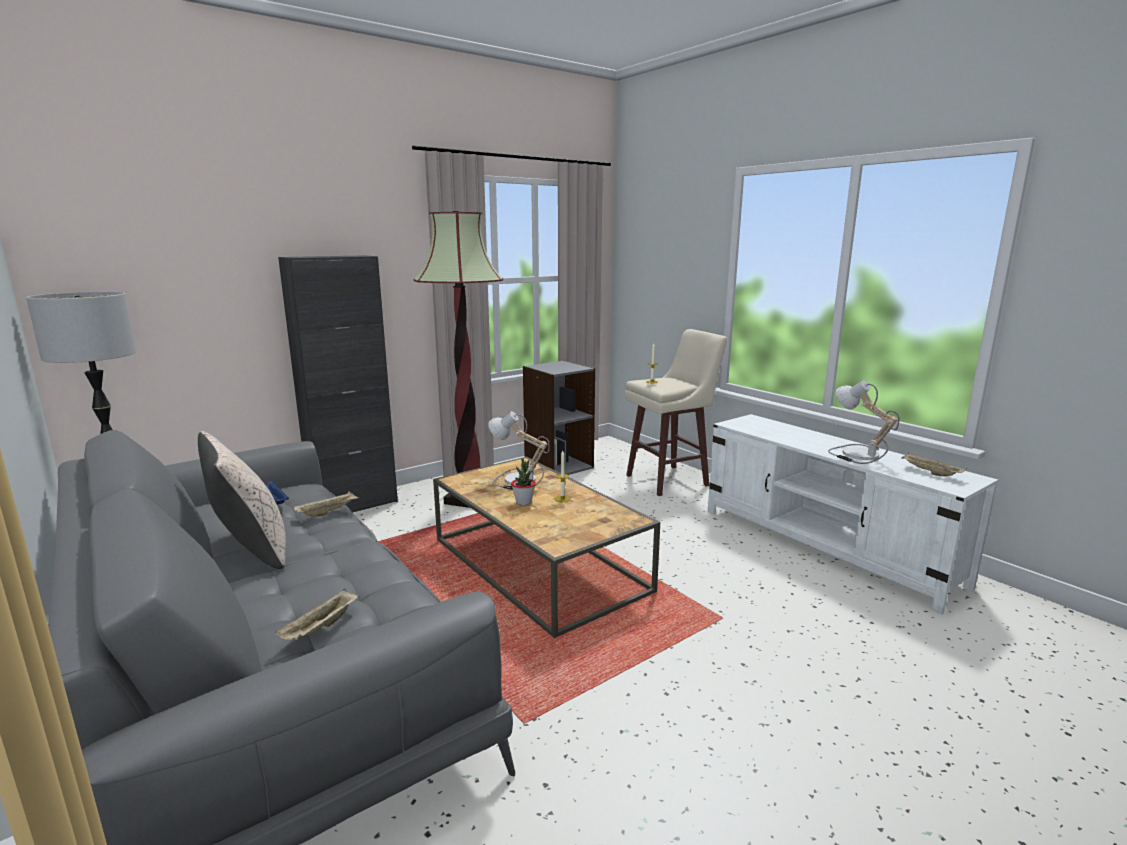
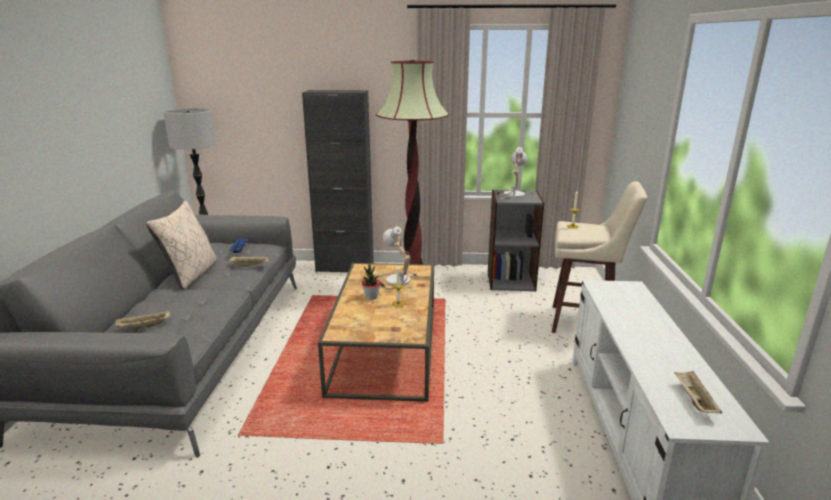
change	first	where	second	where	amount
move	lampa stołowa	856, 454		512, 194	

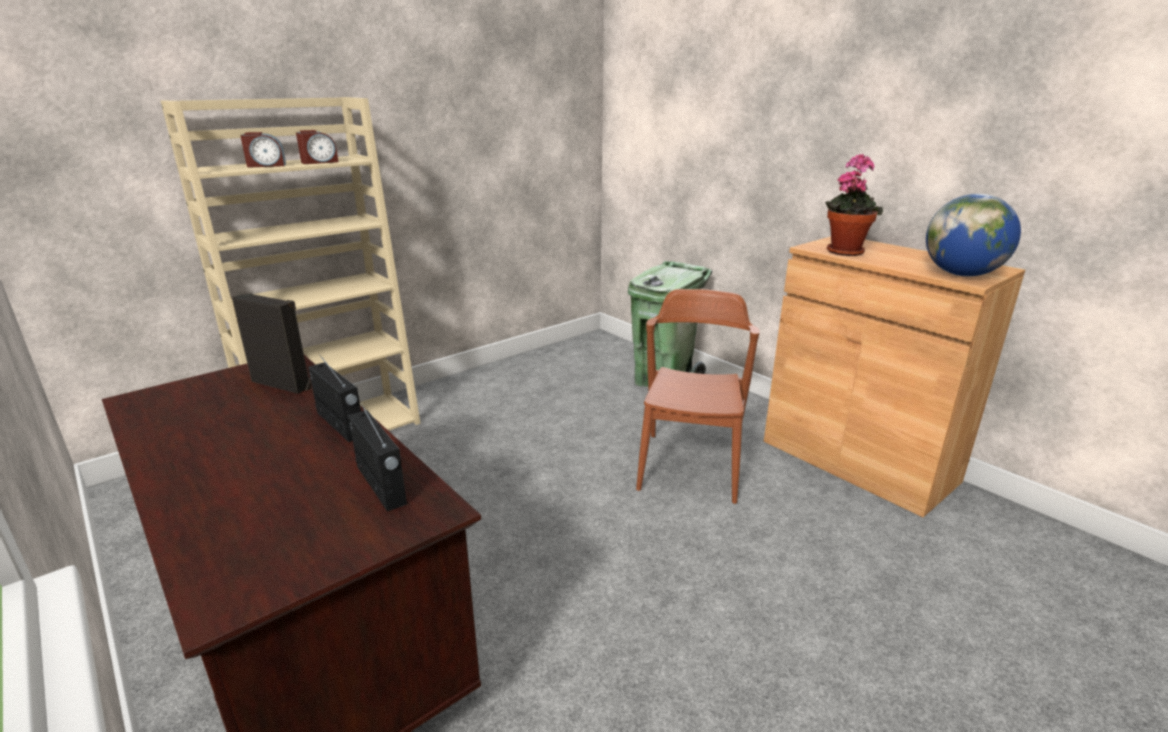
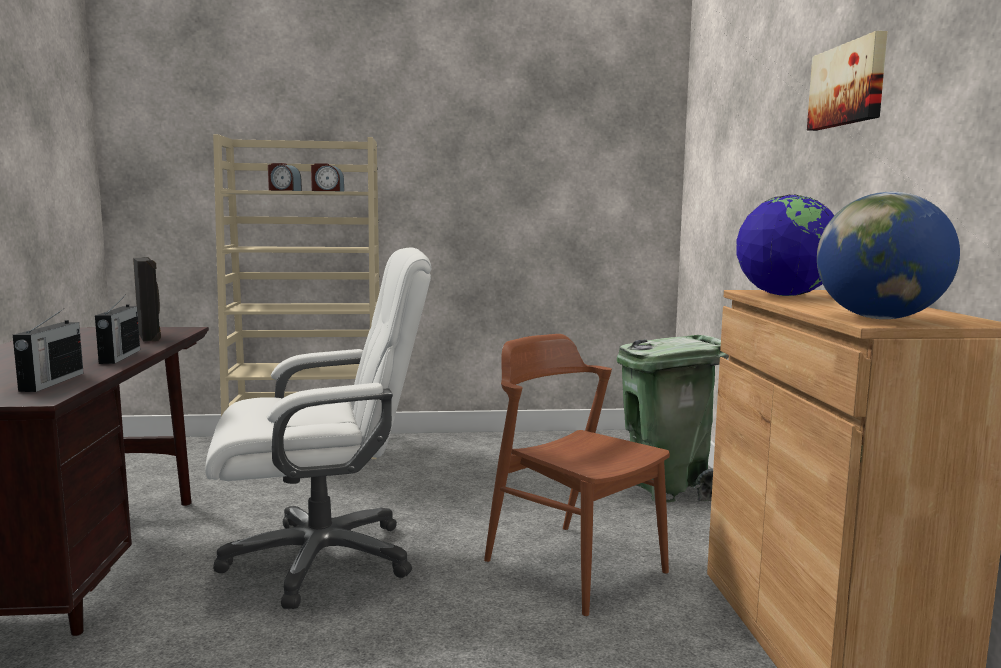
change	first	where	second	where	amount
insert			krzesło biurowe [biały]	323, 558	
insert			obraz	849, 85	
replace	roślina doniczkowa	844, 251	globus	785, 296	
rotate	krzesło [brązowy]	690, 466		574, 566	90 degrees counterclockwise

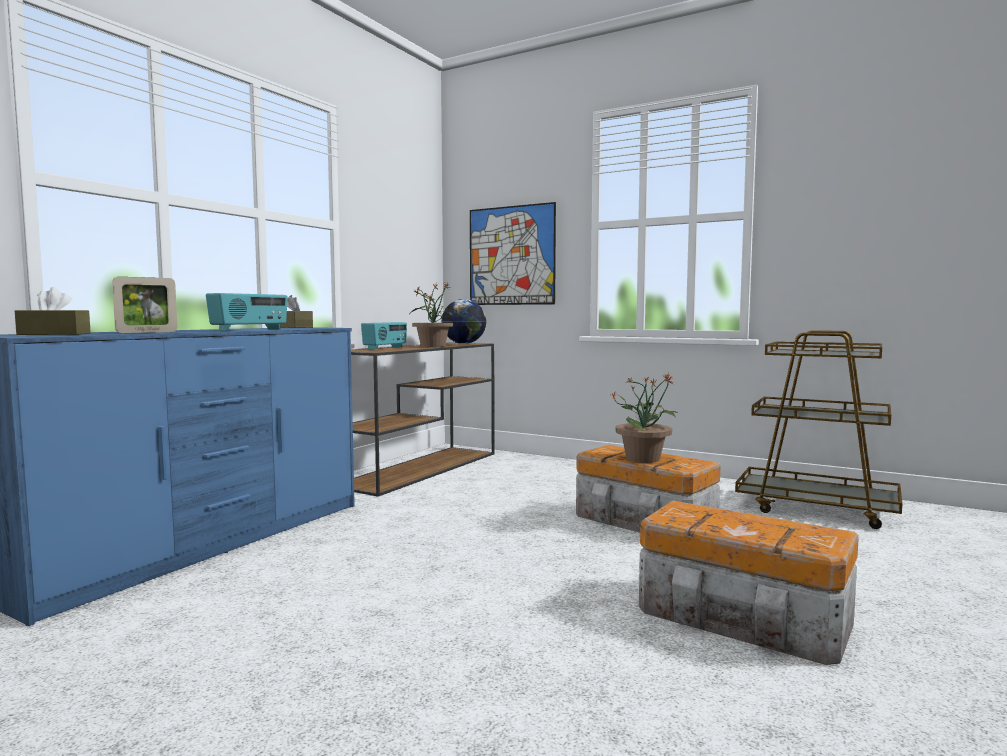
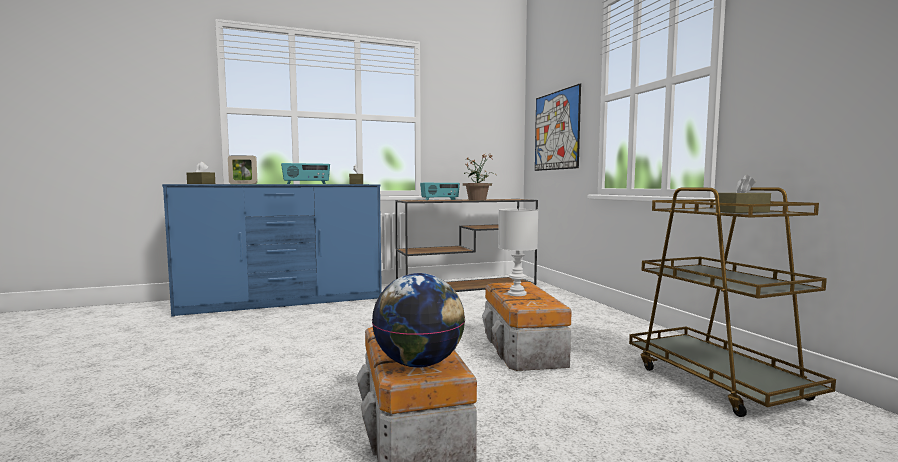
change	first	where	second	where	amount
insert			pudełko chusteczek [brązowy]	742, 212	
move	globus	464, 343		419, 364	
replace	roślina doniczkowa	644, 459	lampa stołowa [biały]	516, 294	

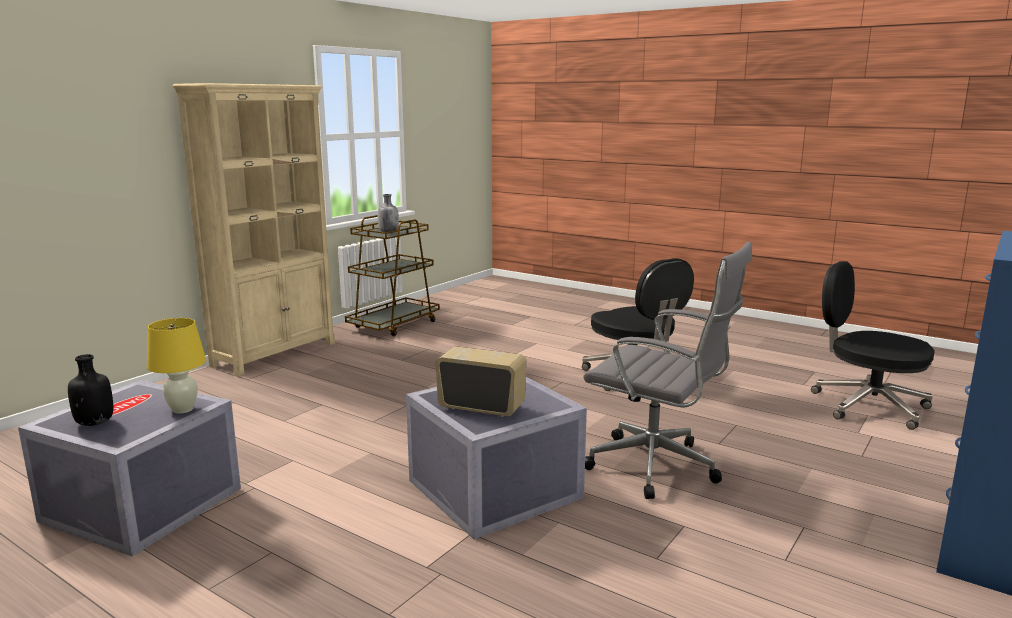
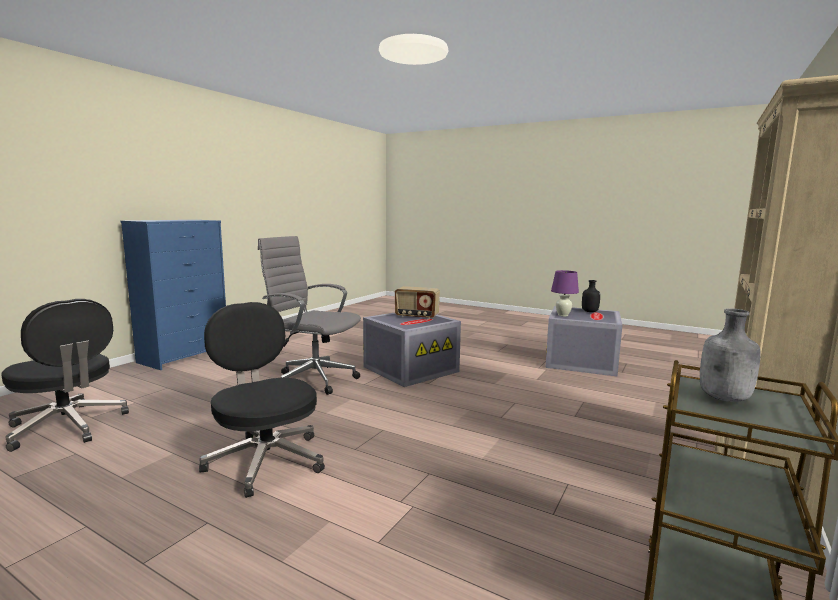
change	first	where	second	where	amount
recolor	lampa stołowa [żółty]	182, 409	lampa stołowa [fioletowy]	563, 315	

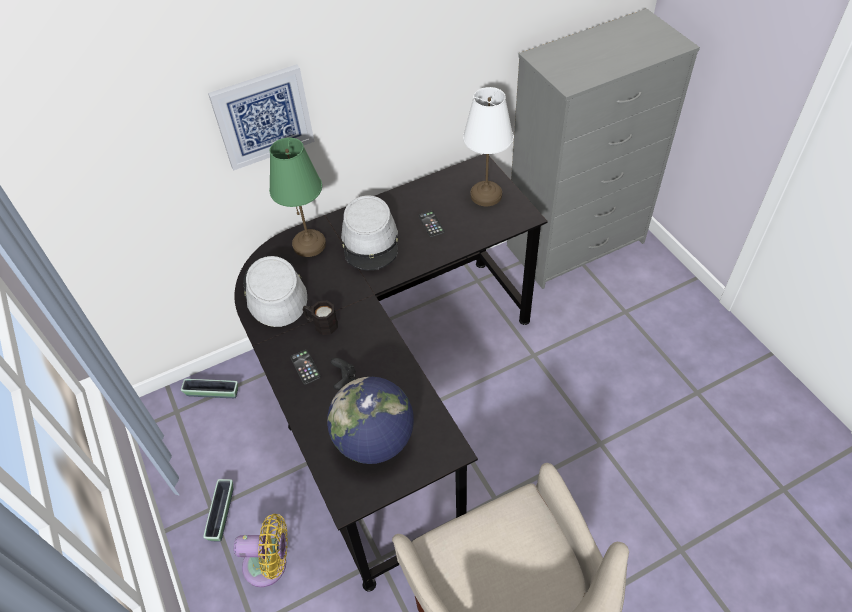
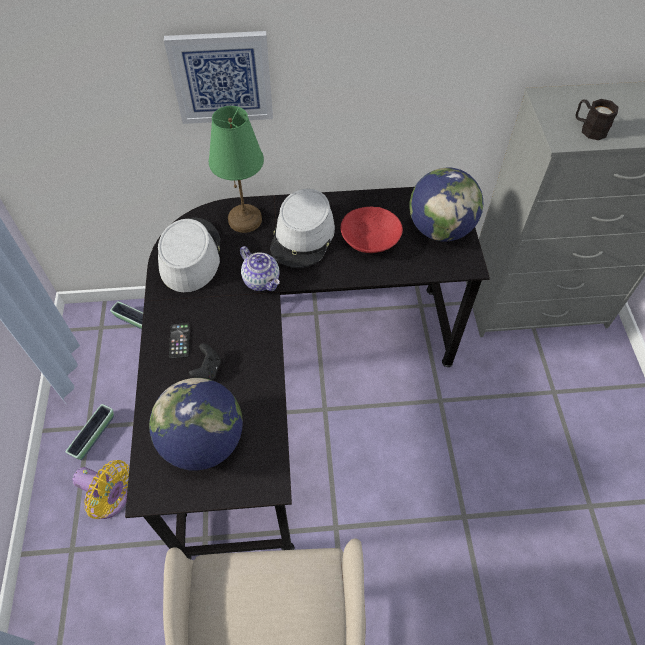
change	first	where	second	where	amount
insert			imbryk	262, 280	
move	kubek [czarny]	321, 324		589, 129	
replace	telefon	431, 224	miska [czerwony]	370, 240	
replace	lampa stołowa [biały]	486, 195	globus	440, 229	

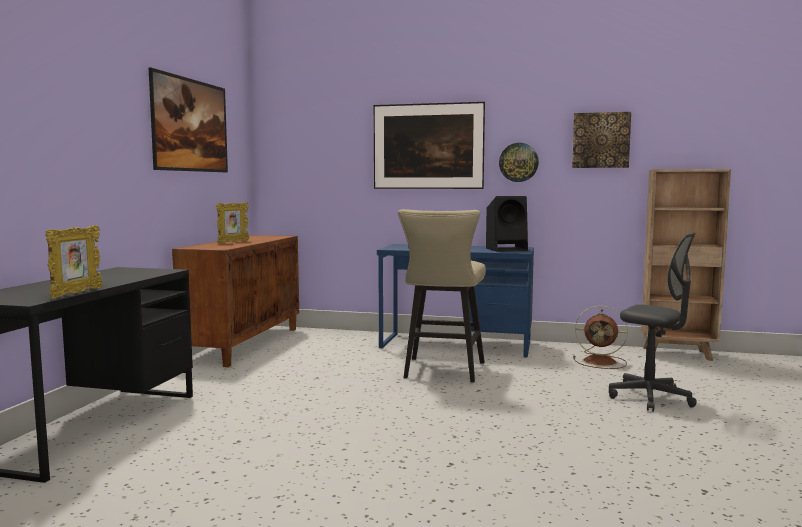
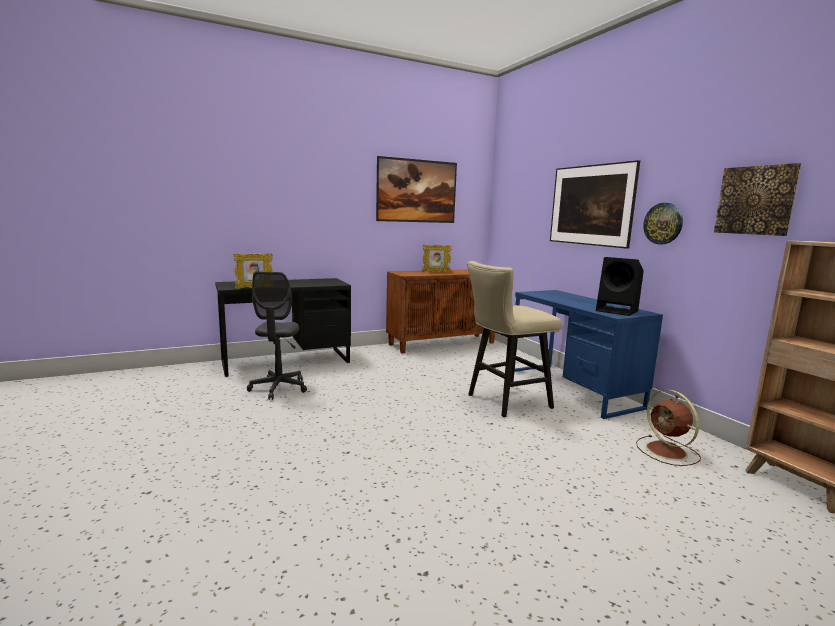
change	first	where	second	where	amount
move	krzesło biurowe [szary]	650, 398		278, 388	

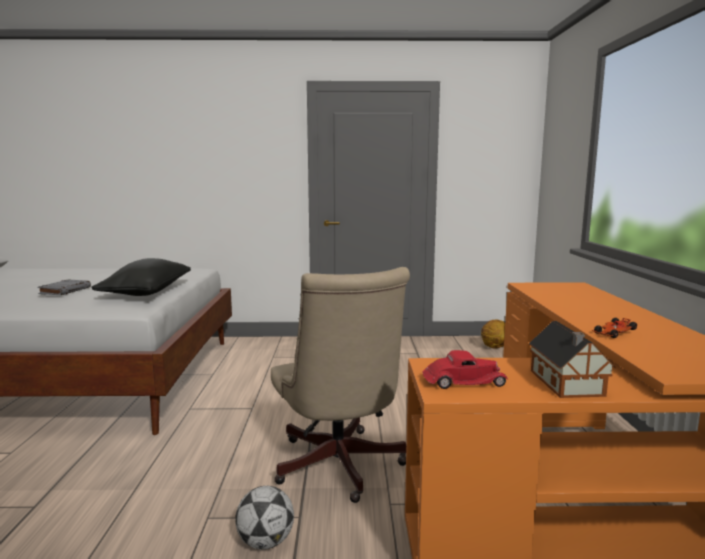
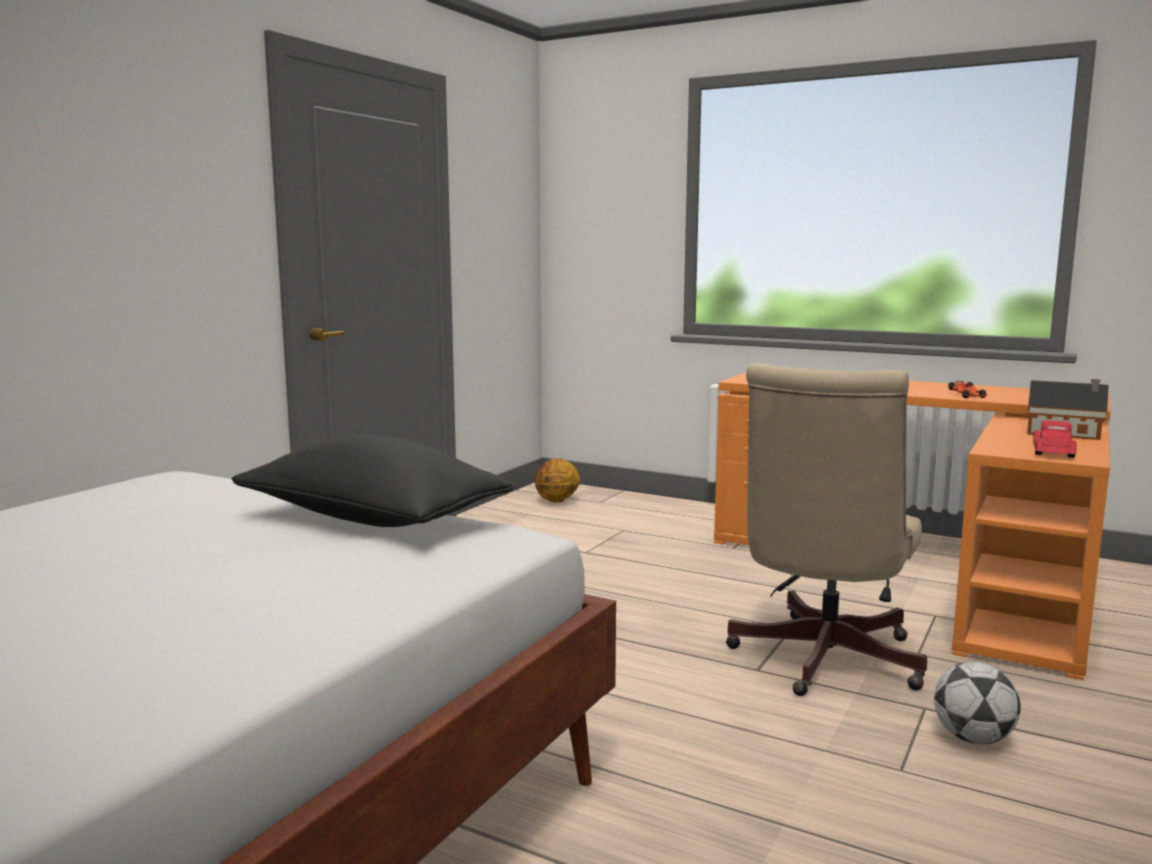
change	first	where	second	where	amount
delete	książka [szary]	65, 290			
rotate	krzesło biurowe [beżowy]	339, 468		821, 662	105 degrees clockwise

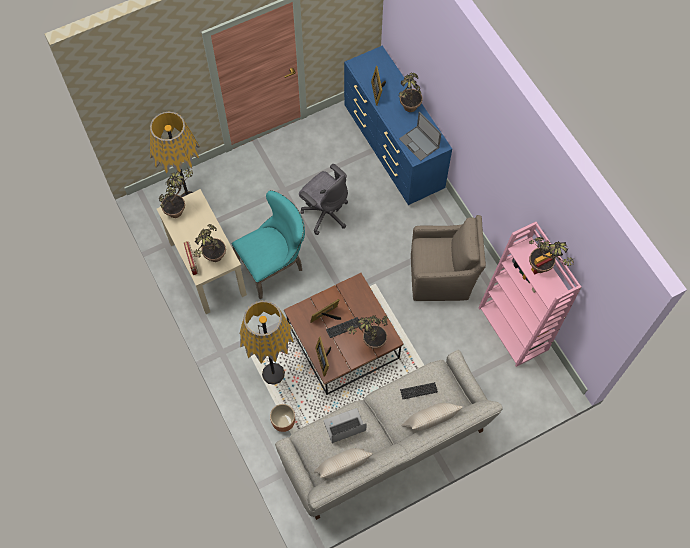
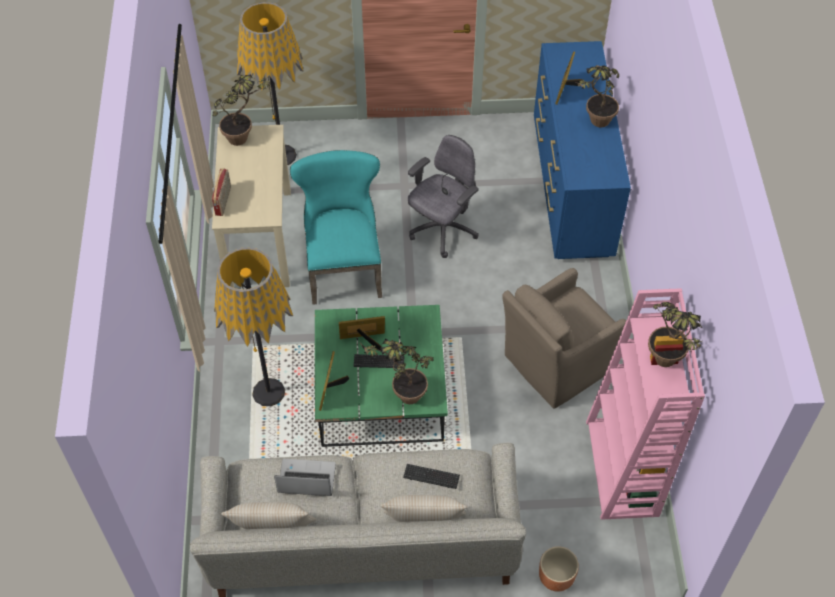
change	first	where	second	where	amount
delete	roślina doniczkowa	213, 260			
delete	laptop	419, 143			
move	donica [brązowy]	283, 422		555, 577	
recolor	ława [brązowy]	342, 342	ława [zielony]	379, 390	
rotate	krzesło [turkusowy]	274, 265		343, 266	90 degrees counterclockwise
rotate	krzesło biurowe [szary]	325, 213		442, 230	120 degrees counterclockwise
rotate	fotel [brązowy]	442, 277		556, 364	120 degrees clockwise

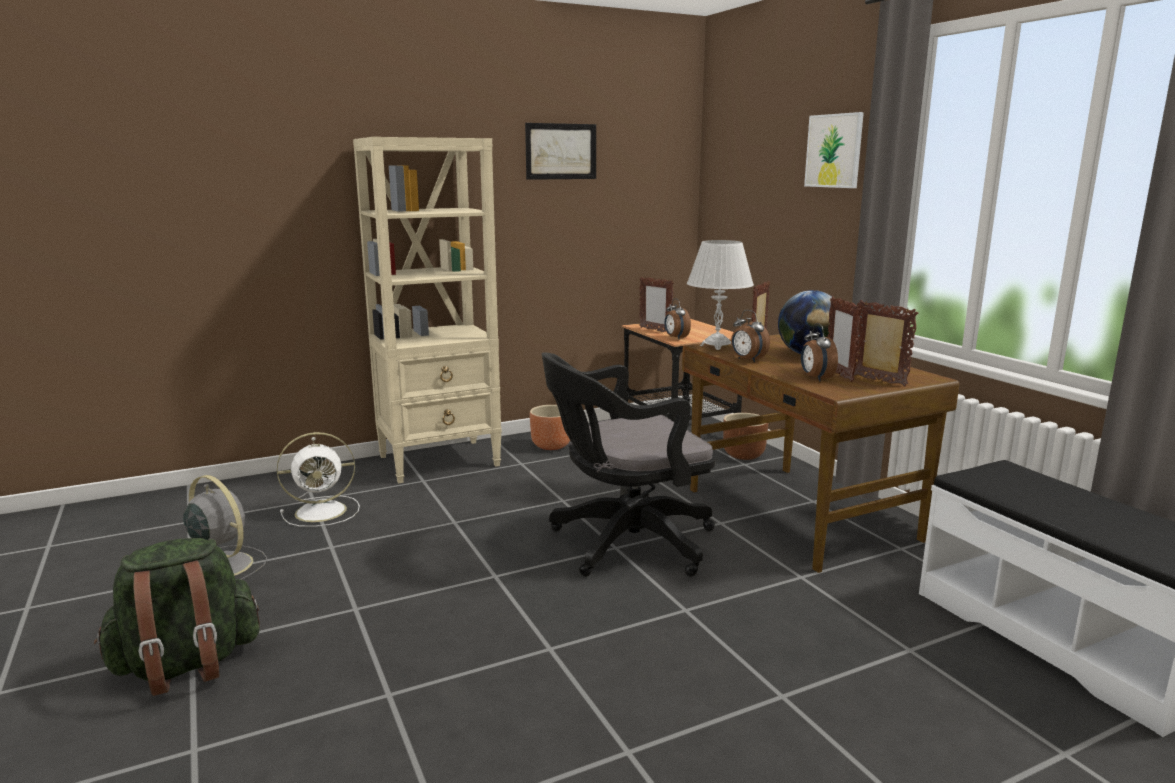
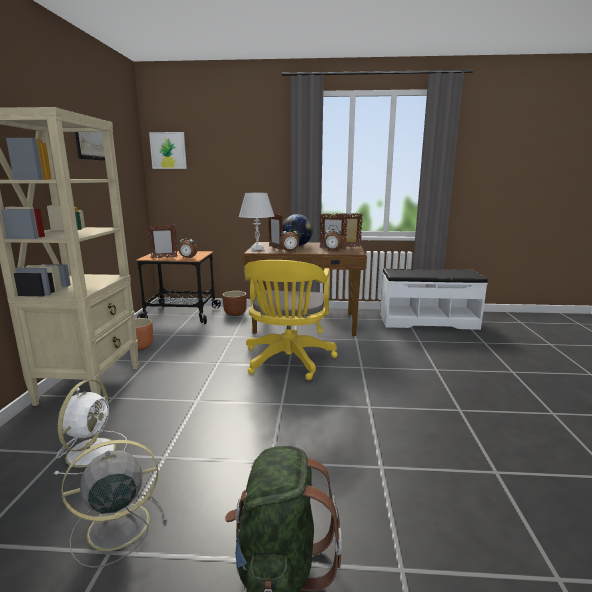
change	first	where	second	where	amount
move	obraz	834, 151		168, 150	
recolor	krzesło biurowe [czarny]	624, 544	krzesło biurowe [żółty]	287, 362	

